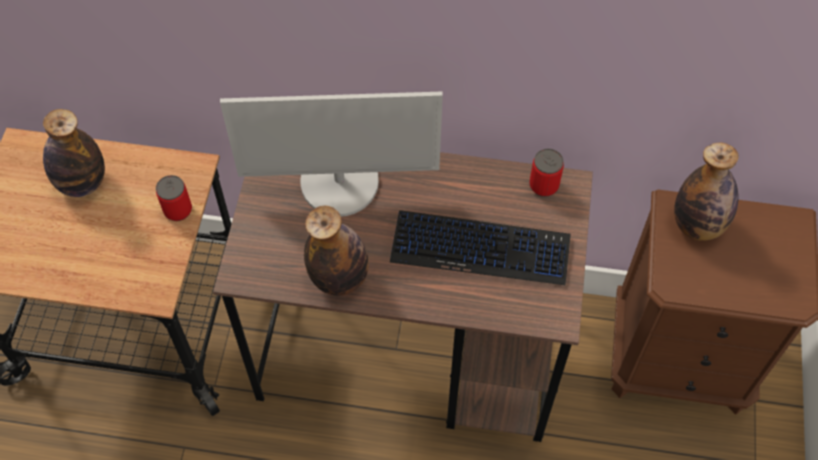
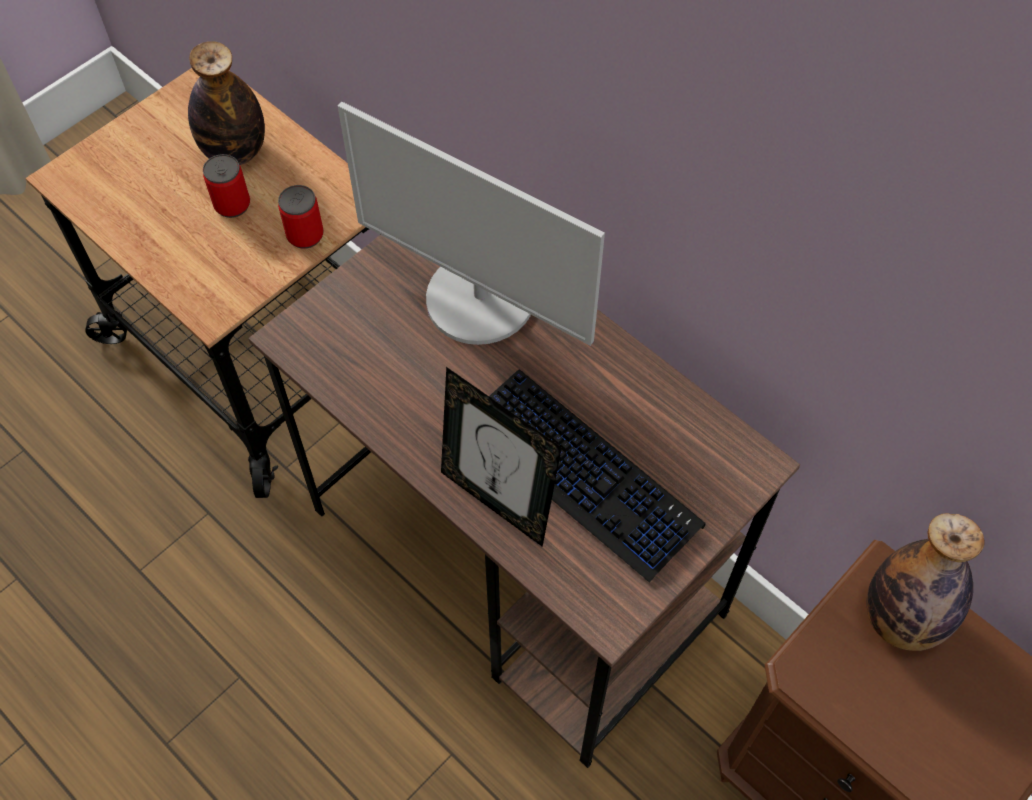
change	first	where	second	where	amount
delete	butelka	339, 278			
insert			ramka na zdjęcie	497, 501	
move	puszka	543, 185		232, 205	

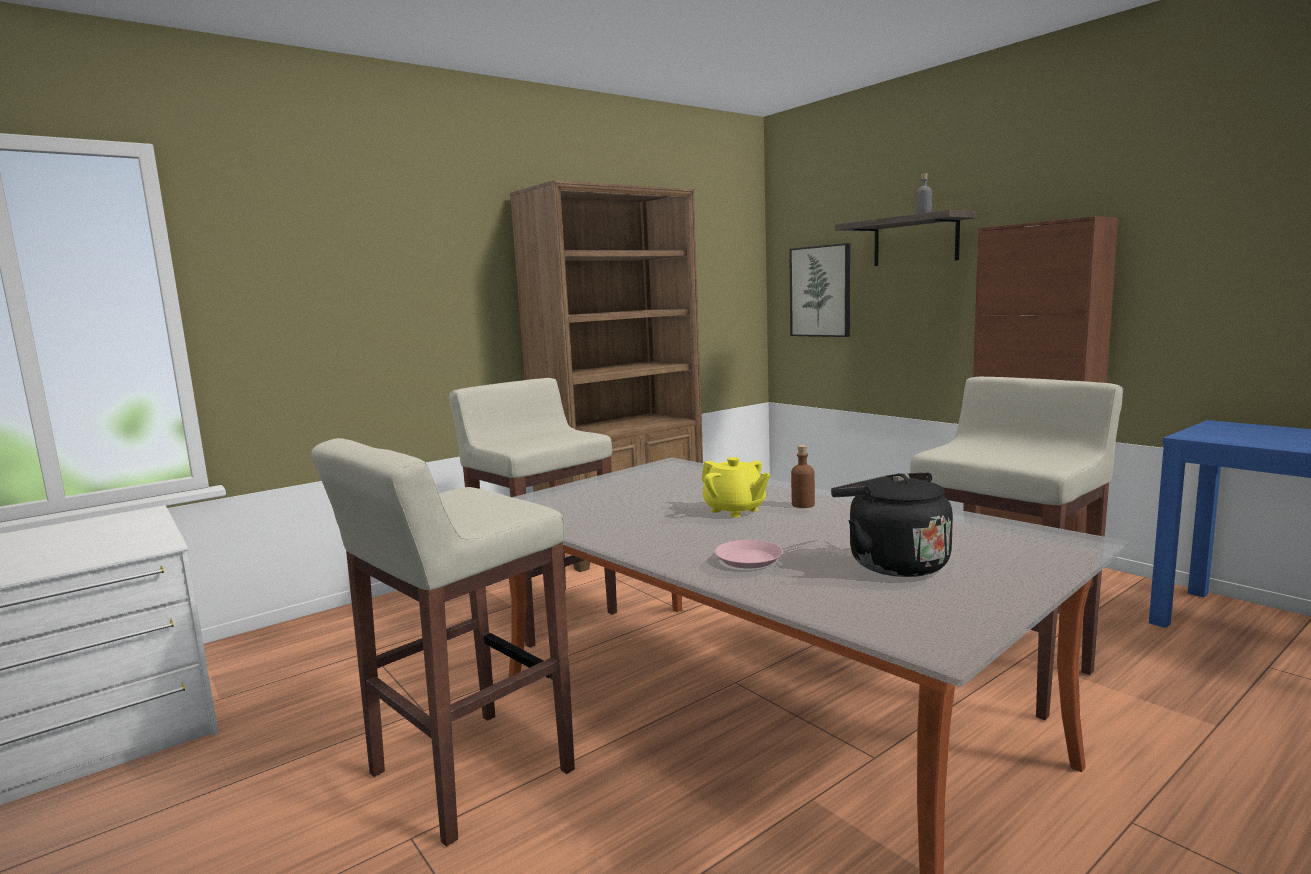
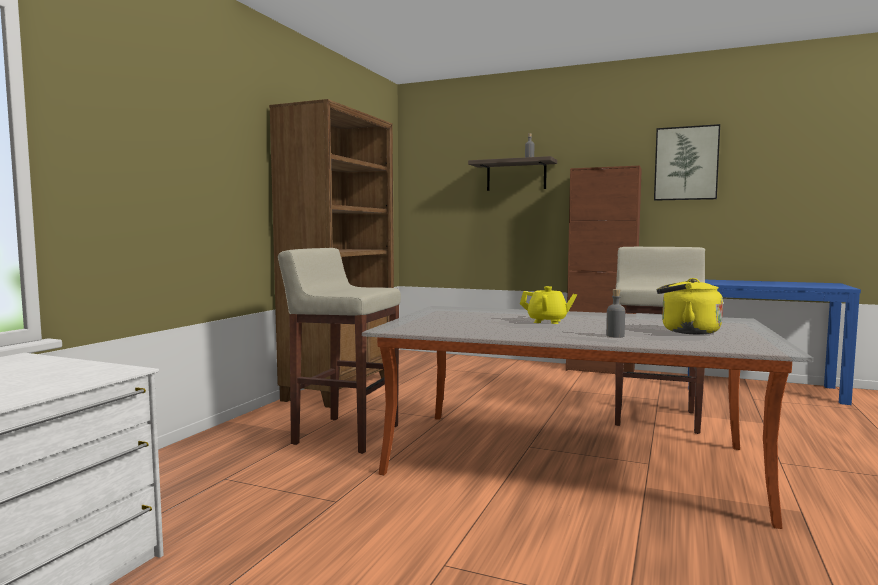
change	first	where	second	where	amount
delete	stołek [beżowy]	468, 774			
delete	butelka [brązowy]	803, 505			
move	obraz	820, 291		686, 163	
replace	talerz [różowy]	748, 559	butelka [szary]	615, 336	
recolor	czajnik [czarny]	892, 563	czajnik [żółty]	686, 331	

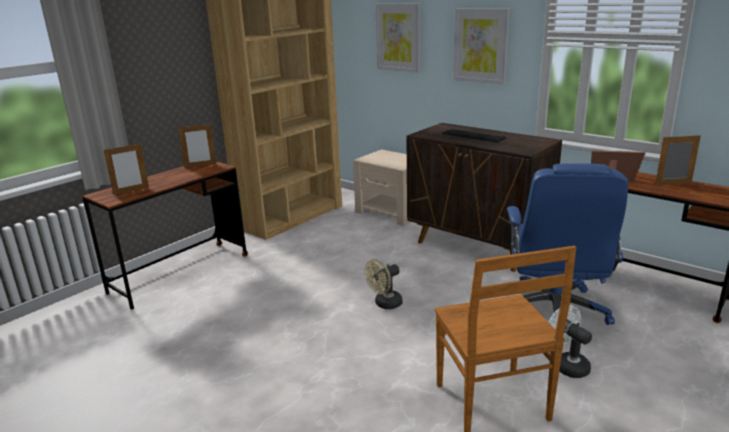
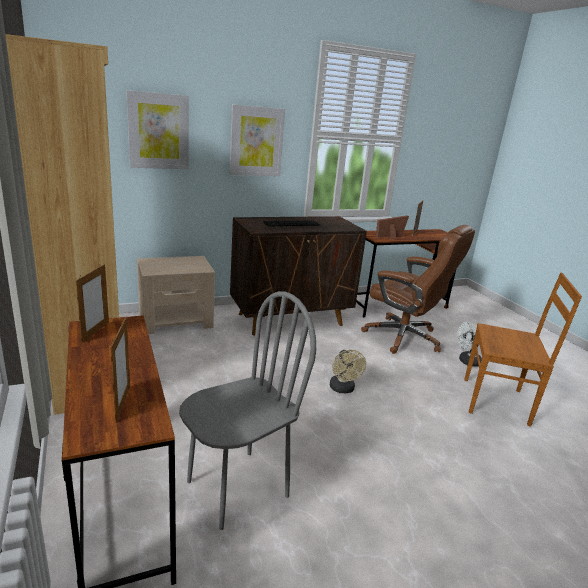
change	first	where	second	where	amount
insert			krzesło [szary]	237, 488	
recolor	krzesło biurowe [niebieski]	554, 311	krzesło biurowe [brązowy]	404, 337	

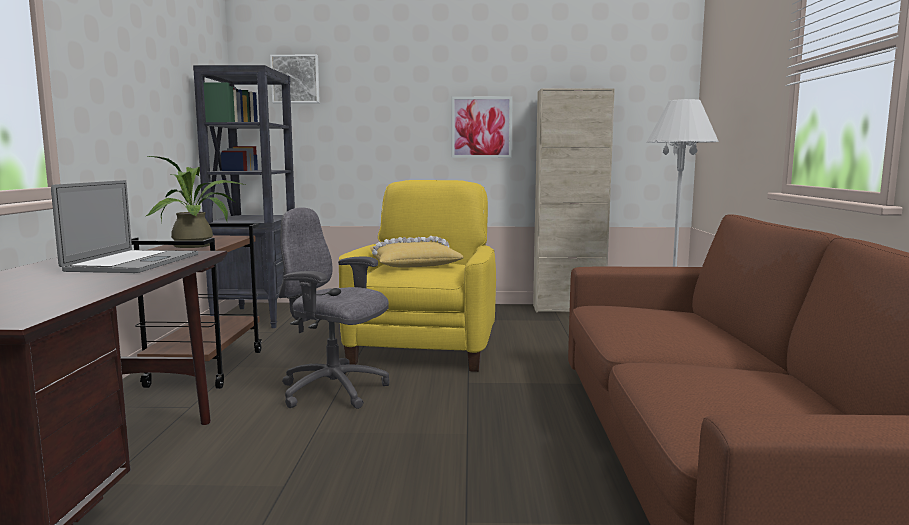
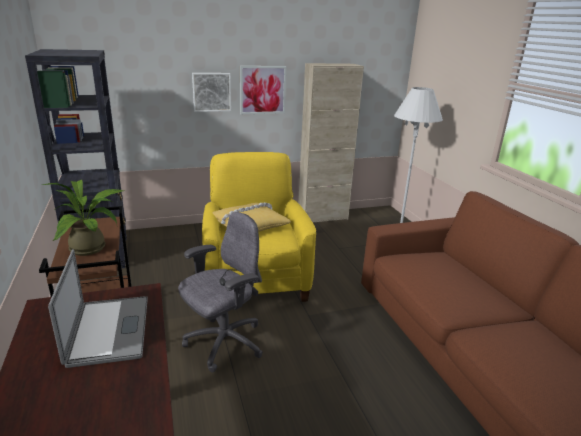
change	first	where	second	where	amount
move	obraz	295, 79		211, 92	
rotate	krzesło biurowe [szary]	334, 391		223, 343	135 degrees clockwise

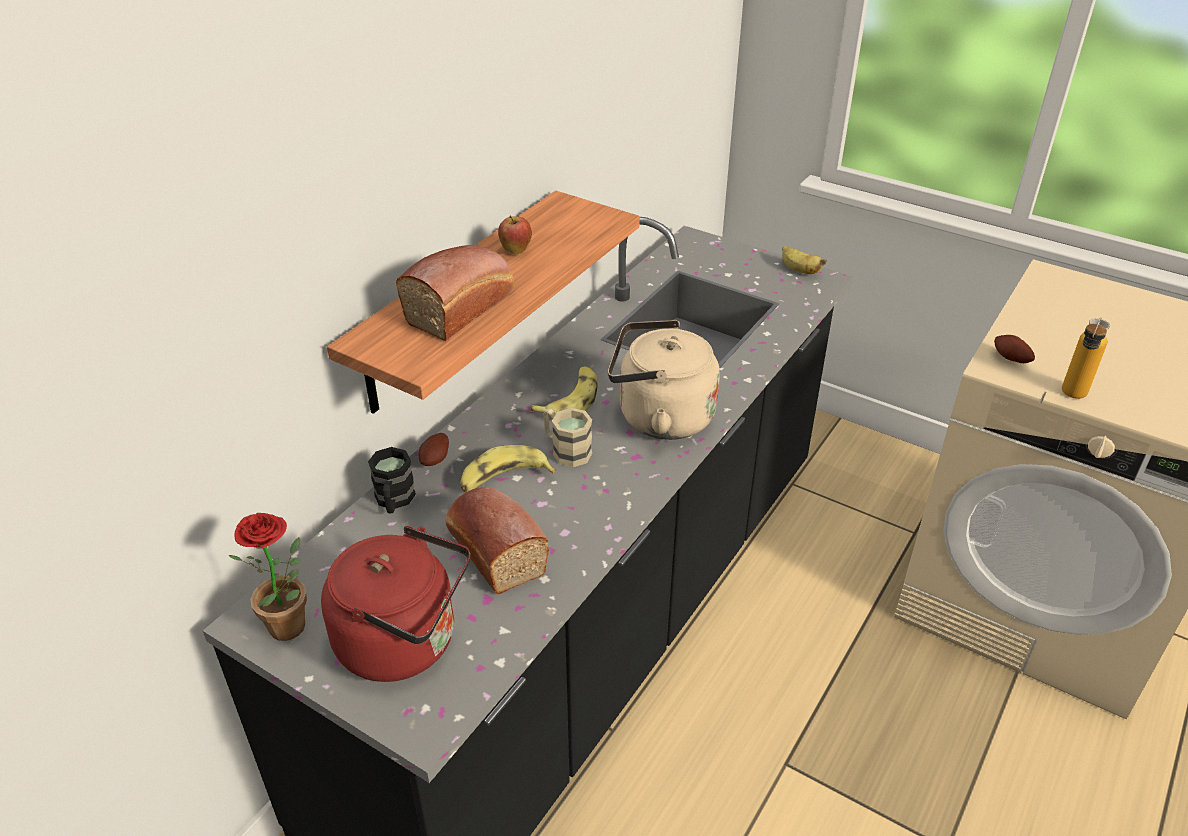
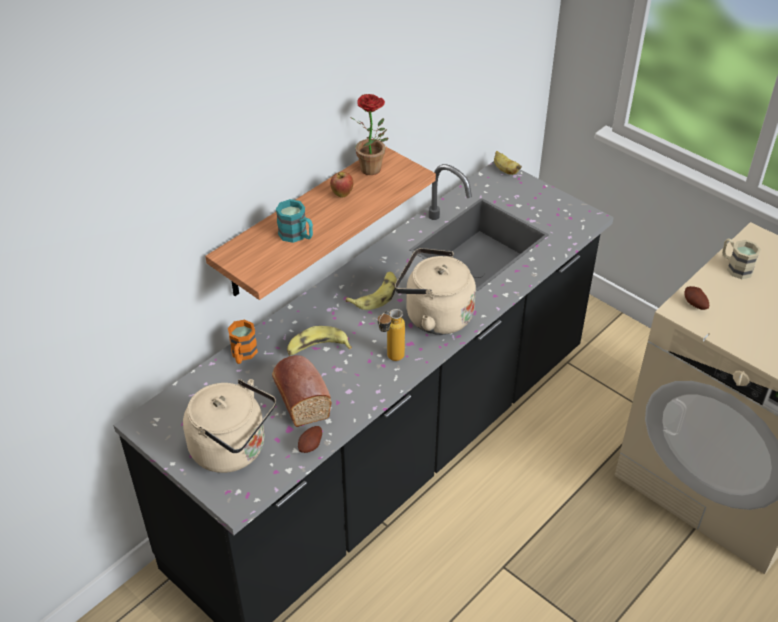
change	first	where	second	where	amount
move	roślina doniczkowa	293, 630		374, 171	
move	ziemniak	436, 460		311, 446	
move	kubek [beżowy]	566, 450		735, 267	
move	banan	799, 270		504, 170	
move	butelka	1071, 397		390, 359	
replace	chleb	463, 307	kubek [turkusowy]	297, 236	
recolor	czajnik [czerwony]	405, 642	czajnik [beżowy]	233, 449	
recolor	kubek [czarny]	394, 501	kubek [pomarańczowy]	243, 355	

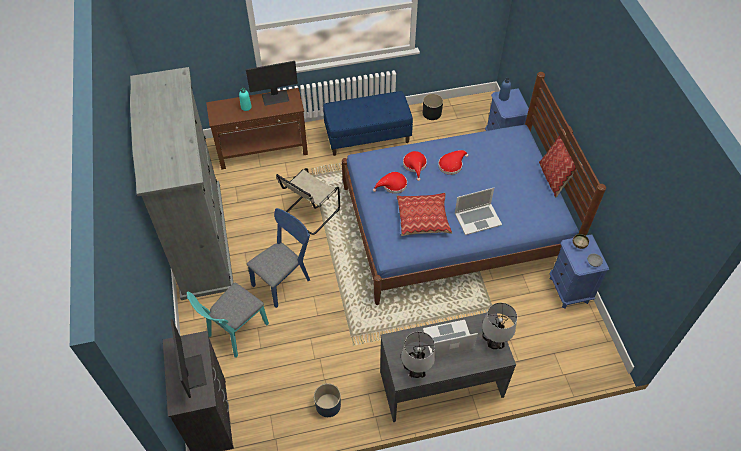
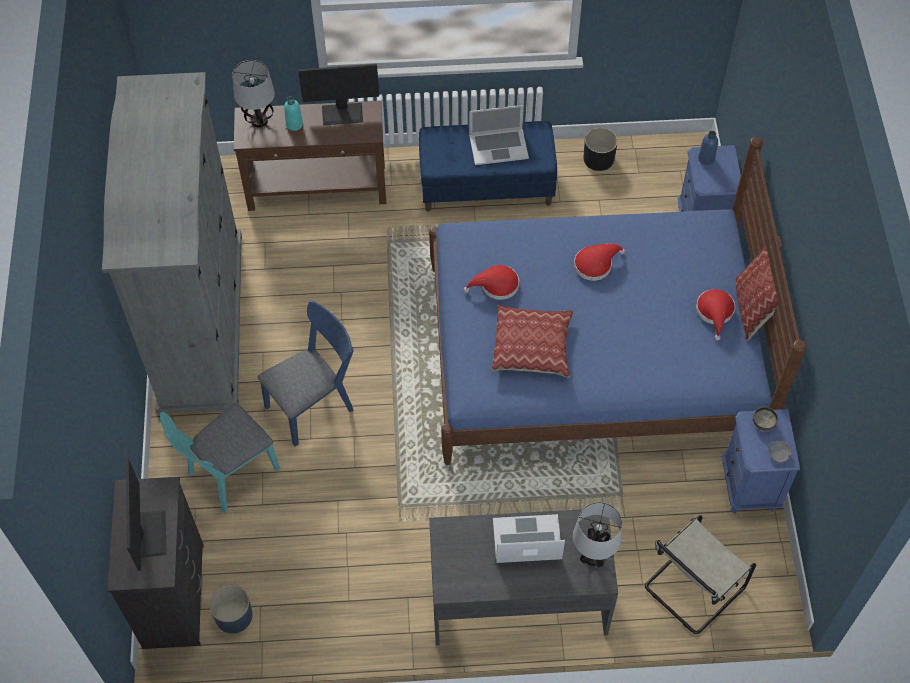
change	first	where	second	where	amount
move	krzesło [beżowy]	309, 214		691, 589	
move	donica [niebieski]	328, 405		233, 615	
move	lampa stołowa	416, 372		259, 121	
move	kapelusz [czerwony]	415, 165		715, 312	
move	laptop	477, 219		498, 146	

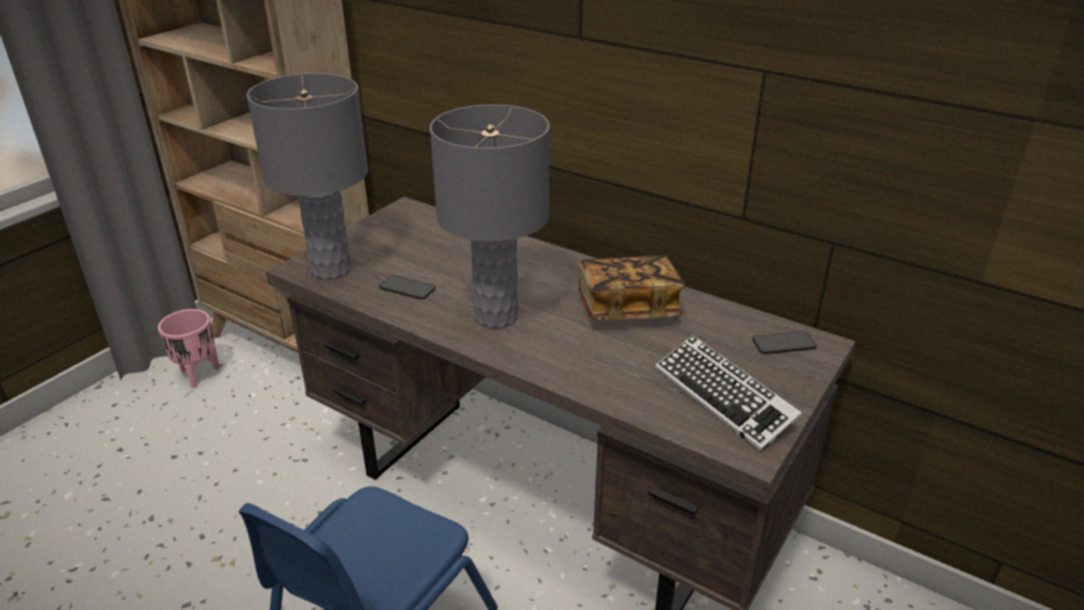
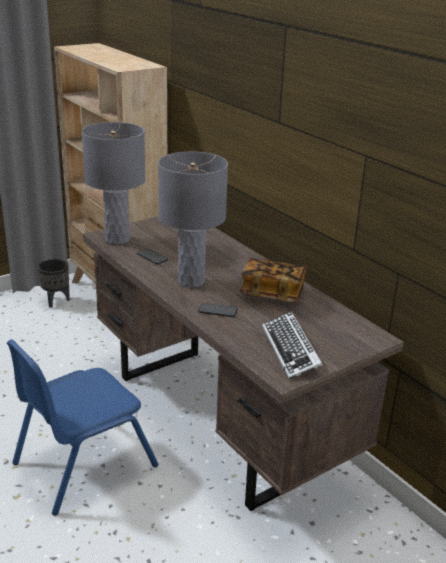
change	first	where	second	where	amount
move	telefon	784, 344		217, 311	
recolor	donica [różowy]	198, 375	donica [czarny]	56, 301	

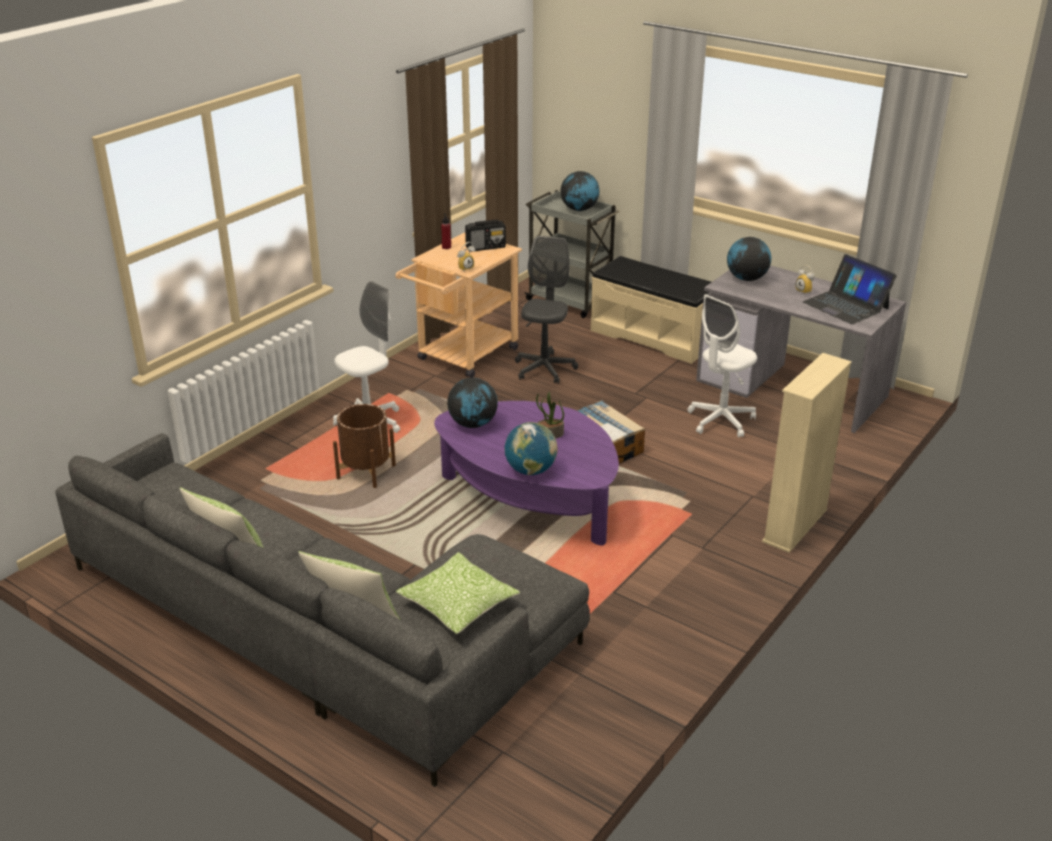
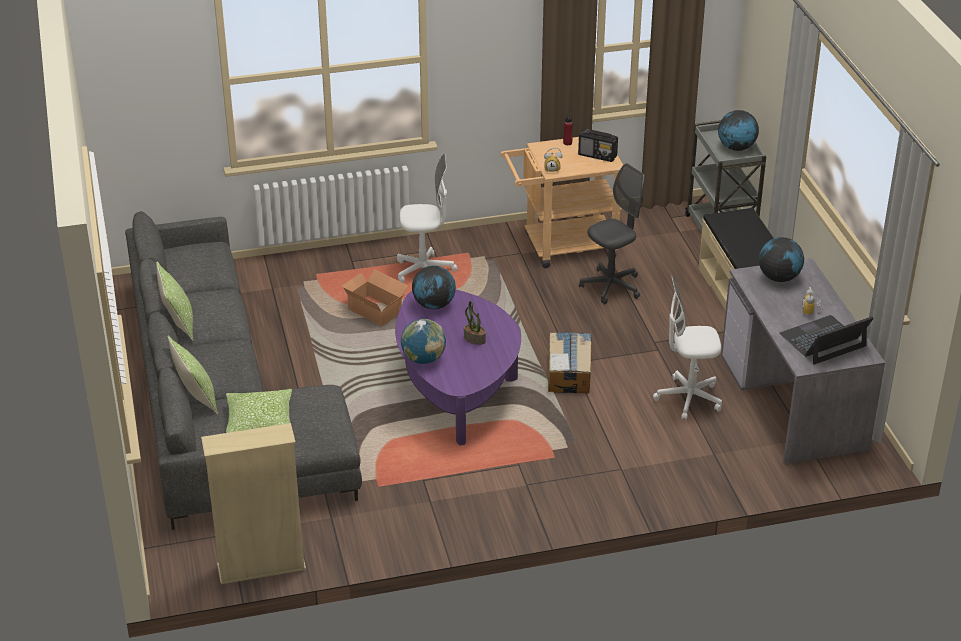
change	first	where	second	where	amount
move	regał [beżowy]	795, 526		261, 567	
replace	donica [brązowy]	366, 472	karton	375, 310	
rotate	laptop	846, 305		823, 340	60 degrees clockwise

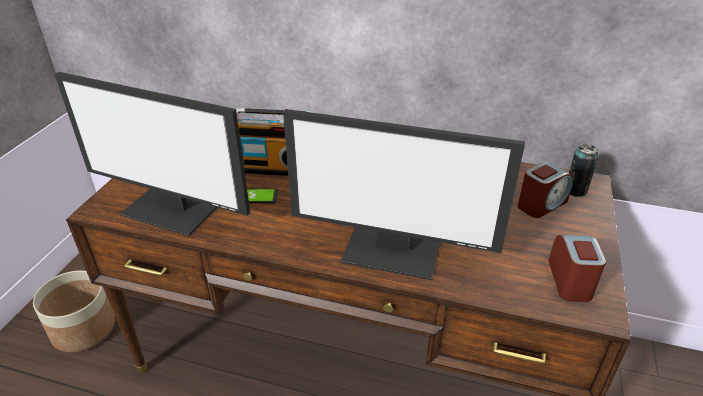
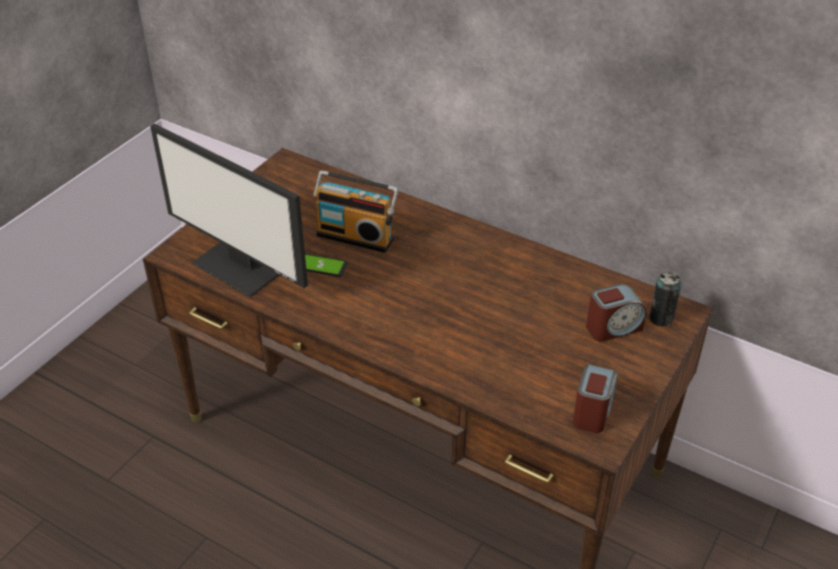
change	first	where	second	where	amount
delete	donica	83, 329			
delete	monitor	393, 251			

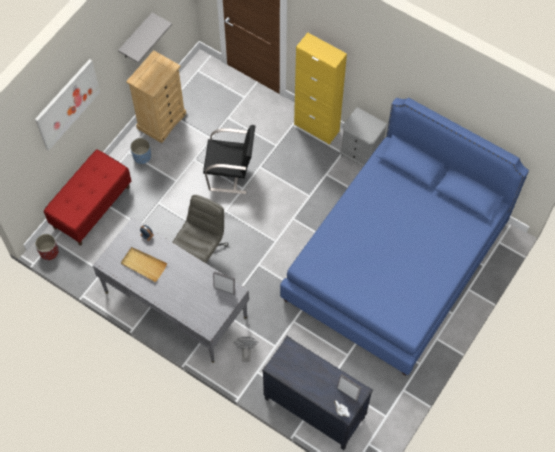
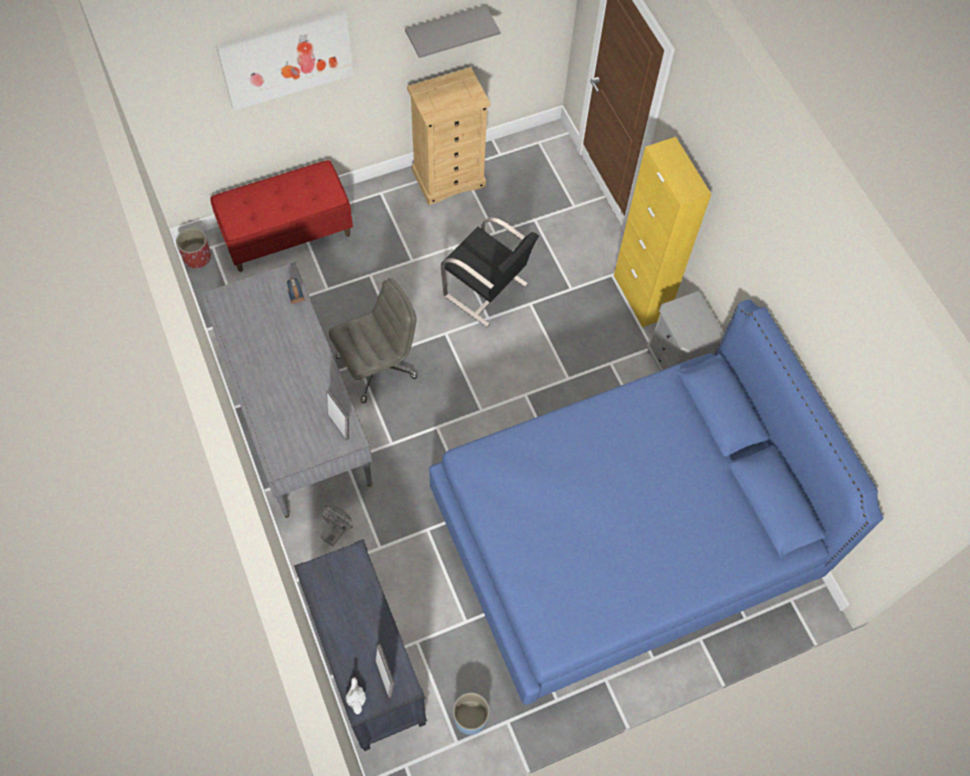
change	first	where	second	where	amount
delete	taca [beżowy]	143, 265			
move	donica [niebieski]	142, 156		470, 718	

